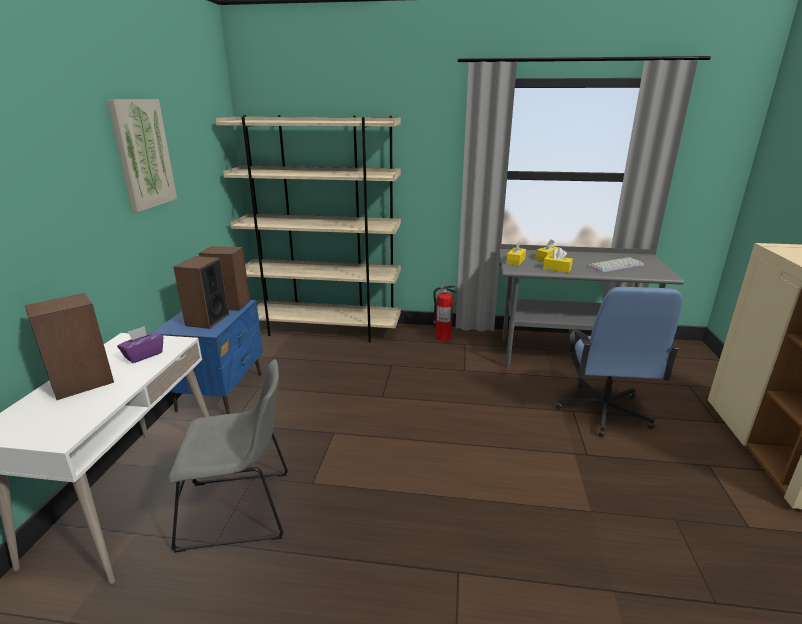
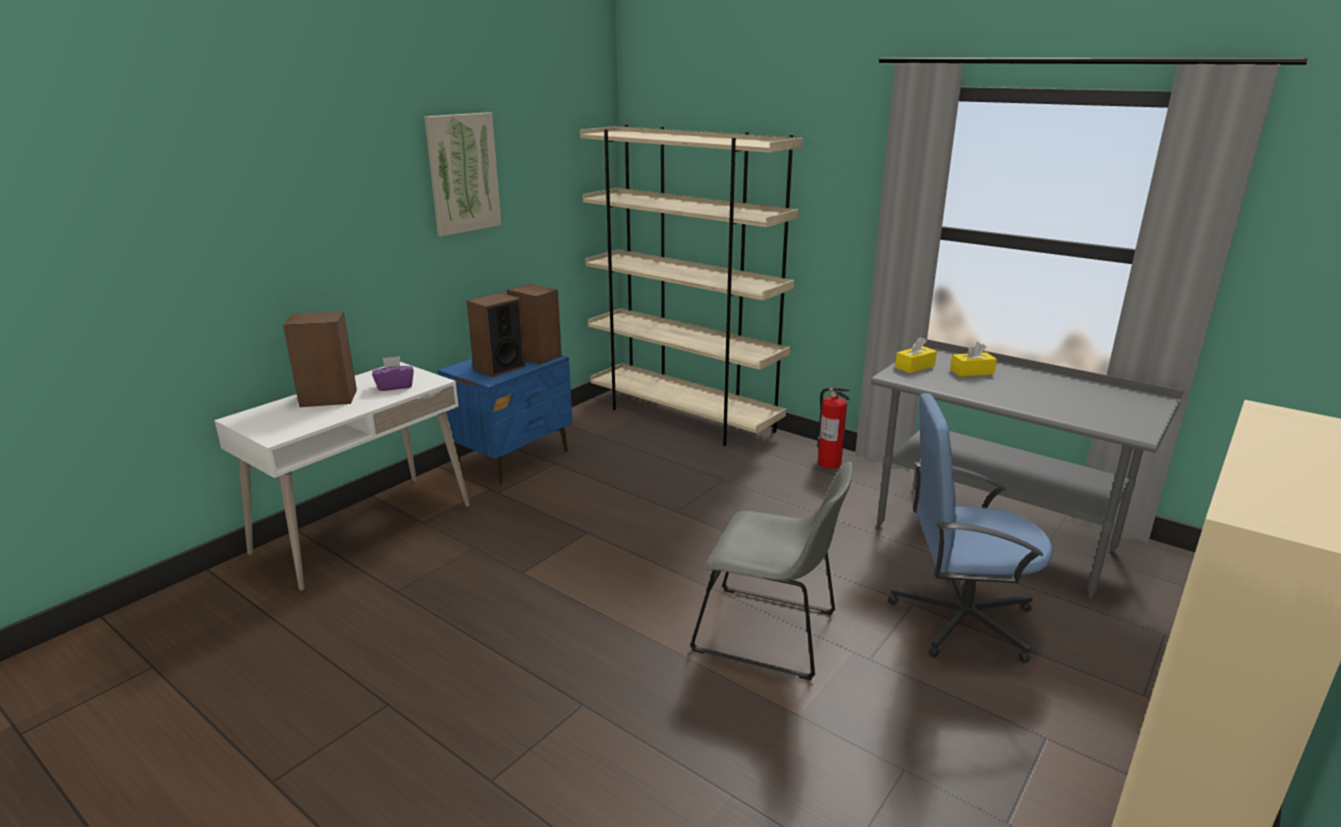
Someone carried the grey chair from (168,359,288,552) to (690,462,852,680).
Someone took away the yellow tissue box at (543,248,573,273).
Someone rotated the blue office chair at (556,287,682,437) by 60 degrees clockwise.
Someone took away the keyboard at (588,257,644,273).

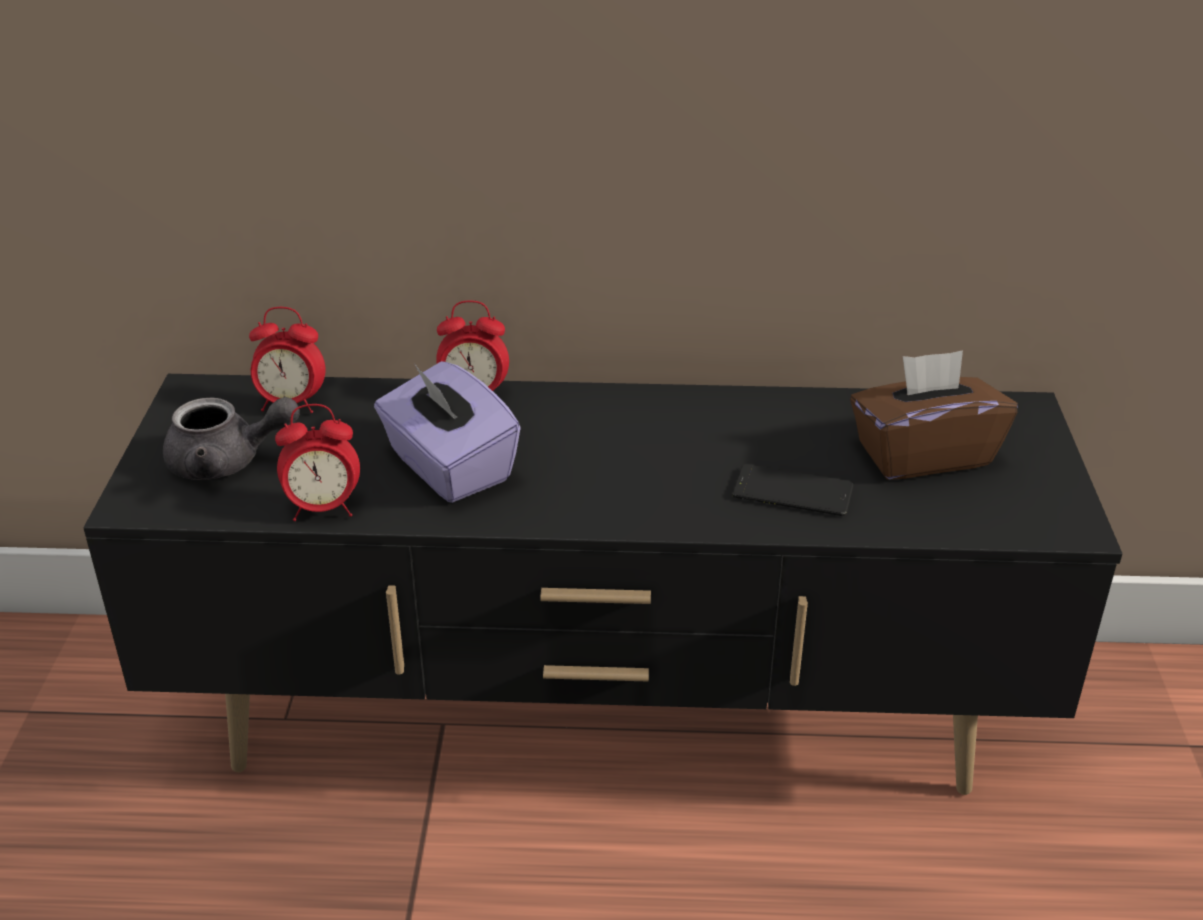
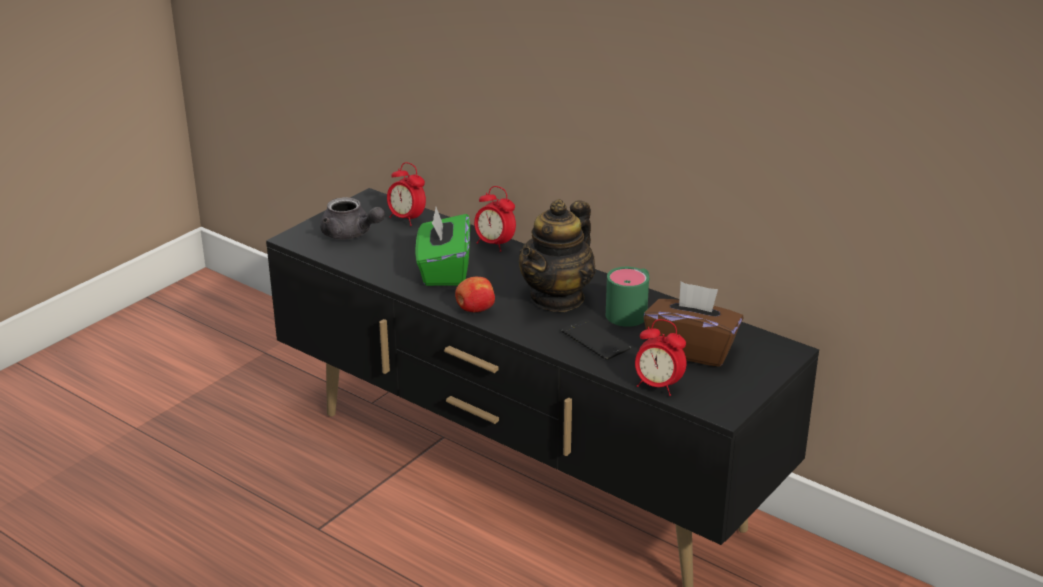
Someone carried the alarm clock from (275,404,360,521) to (635,319,686,396).
Someone repainted the purple tissue box at (374,361,521,503), which became the green tissue box at (416,207,470,286).
Someone put down the apple at (455,277,495,313).
Someone put down the teapot at (519,199,596,312).
Someone put down the green mug at (606,267,649,327).

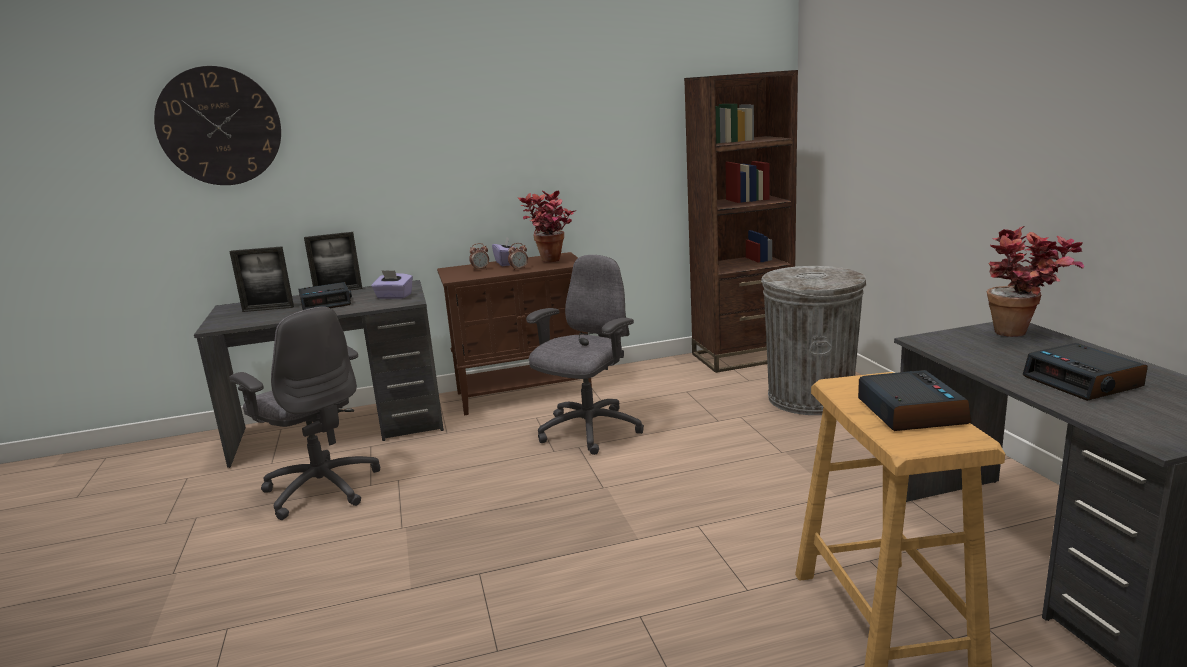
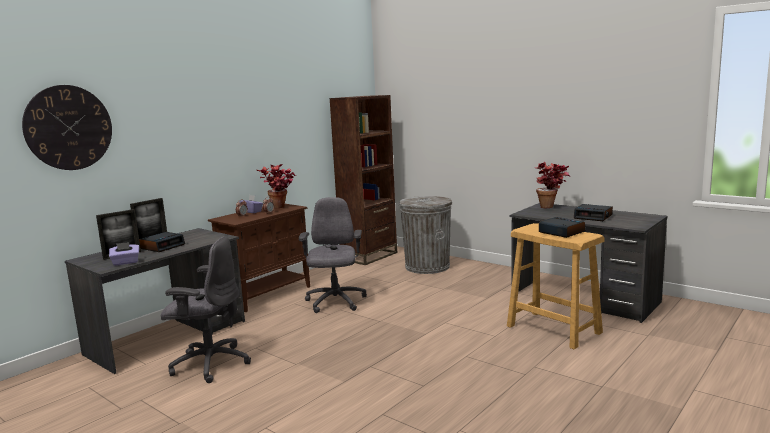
Someone carried the purple tissue box from (371,270,413,299) to (109,242,139,266).

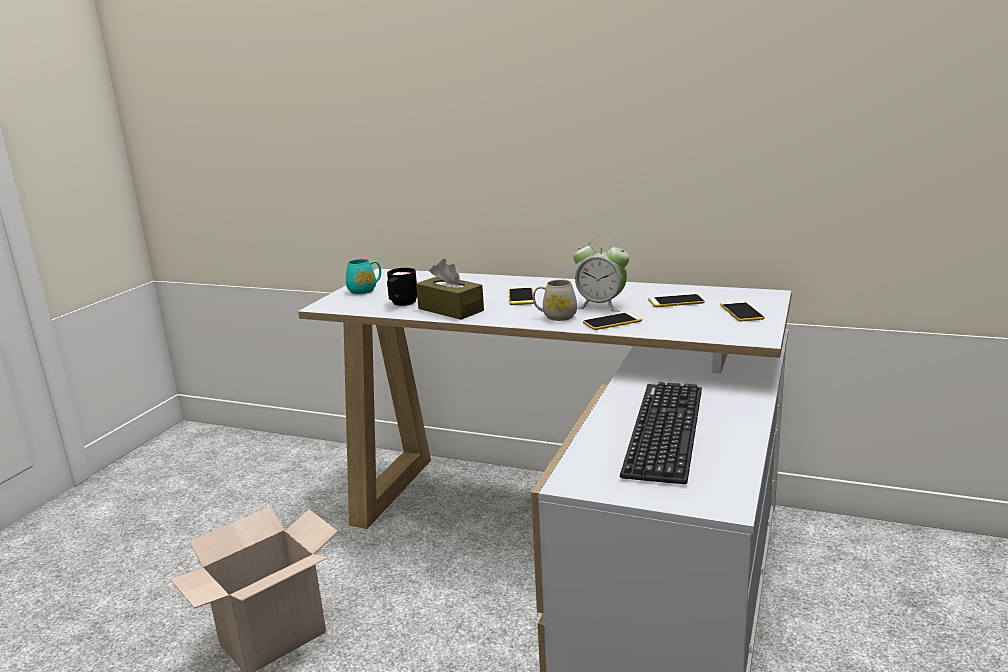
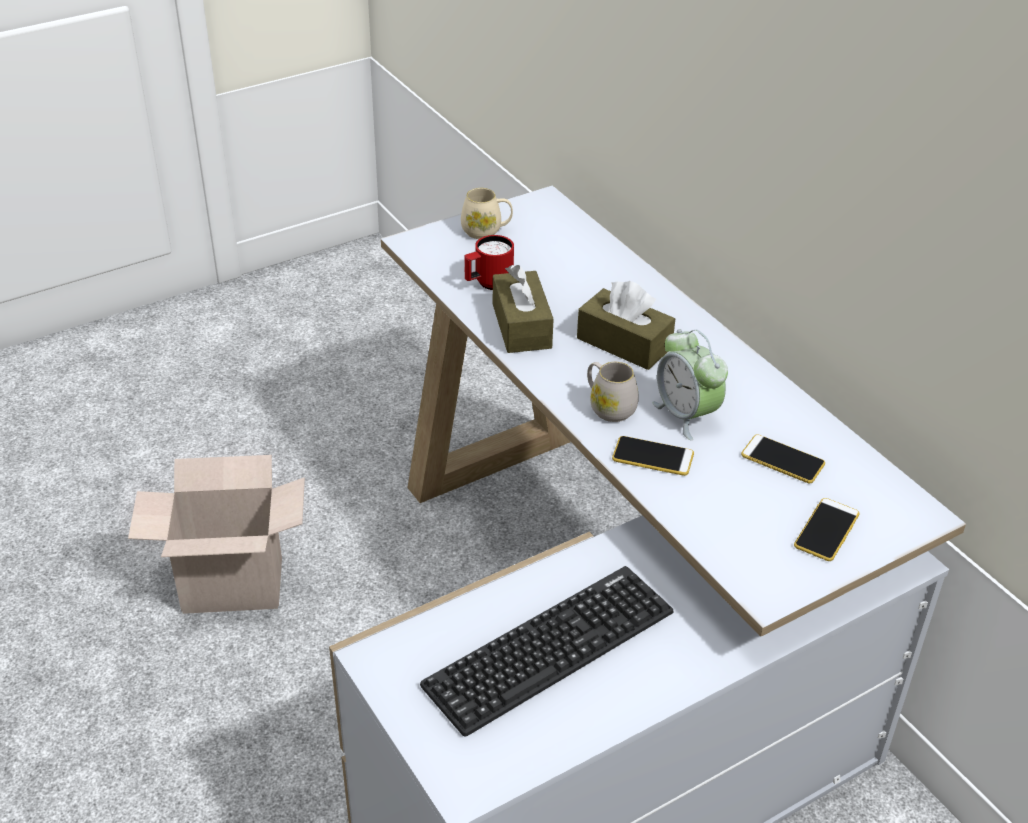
Someone repainted the turquoise mug at (346,259,381,294), which became the beige mug at (461,188,513,239).
Someone repainted the black mug at (387,268,417,306), which became the red mug at (464,235,514,290).
Someone swapped the phone at (509,288,534,305) for the brown tissue box at (577,281,675,370).

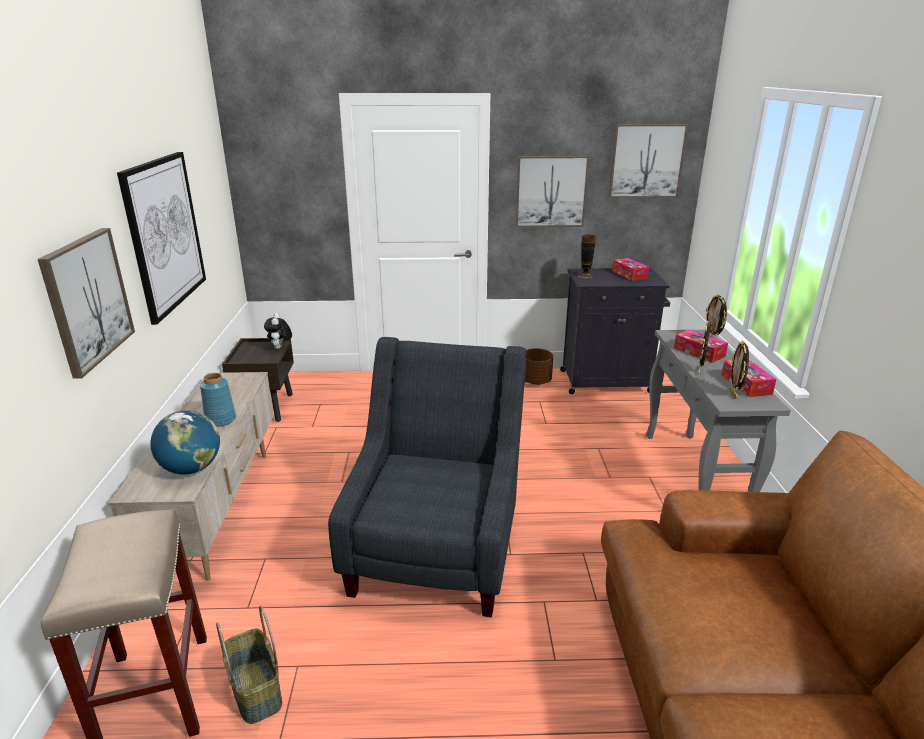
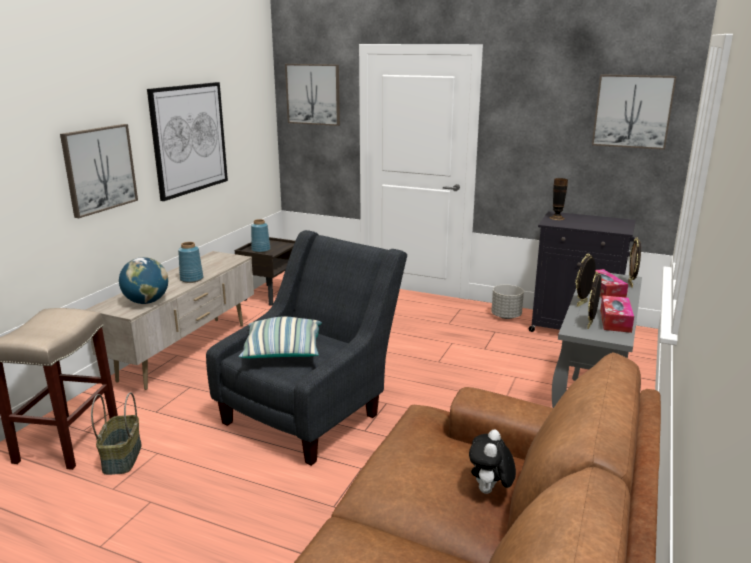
Someone carried the plush toy from (264,313,292,349) to (469,430,516,494).
Someone carried the picture from (516,156,589,227) to (285,64,340,126).
Someone repainted the brown planter at (525,348,553,385), which became the grey planter at (491,285,524,319).
Someone took away the tissue box at (612,258,649,281).
Someone put down the pillow at (239,316,322,358).
Someone put down the blue vase at (251,219,270,253).

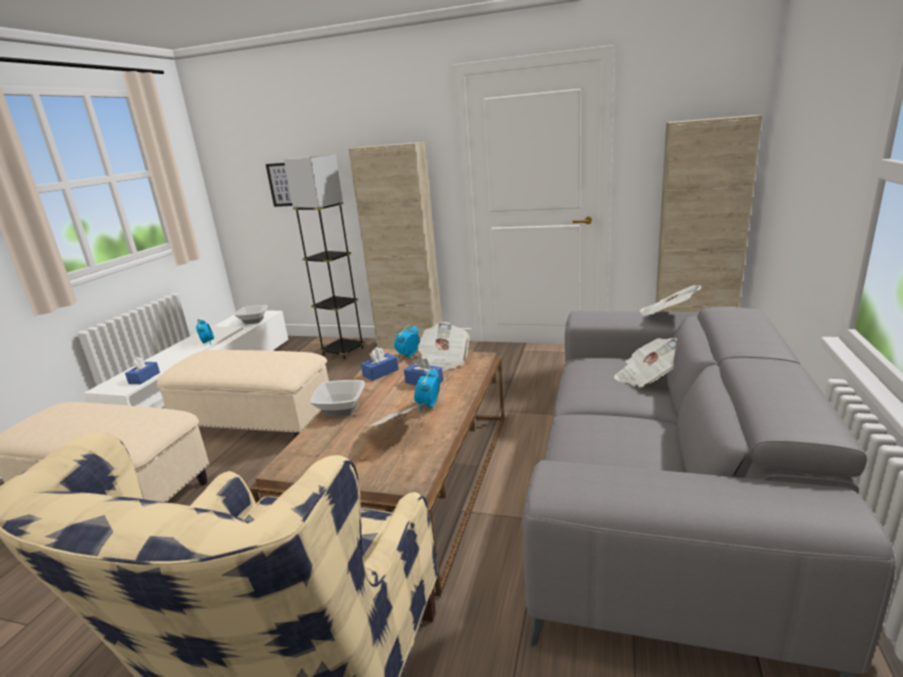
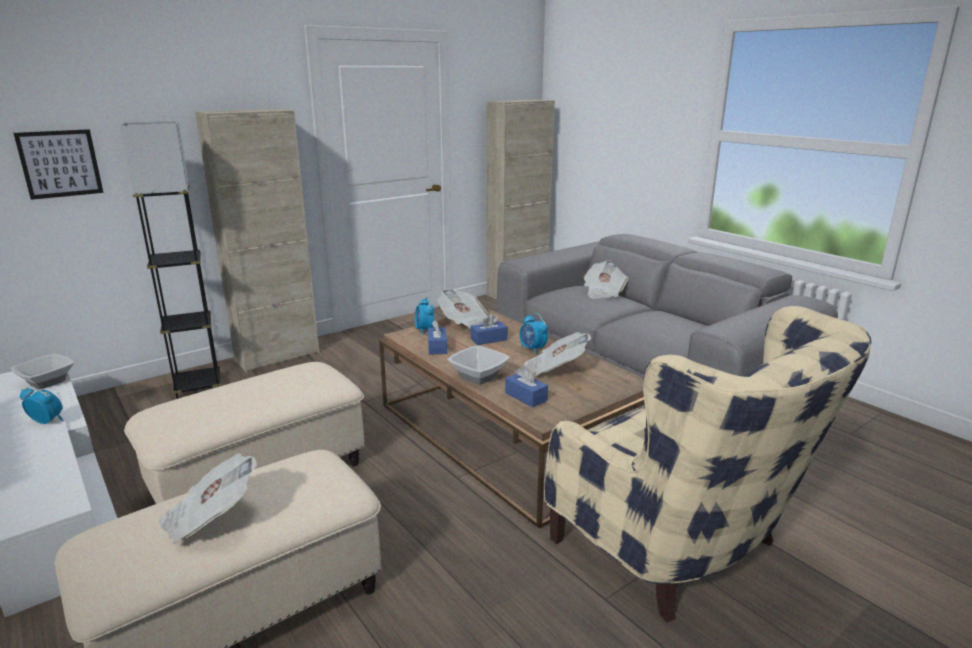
Someone carried the blue tissue box from (125,357,160,384) to (505,366,548,408).
Someone carried the newspaper from (640,285,701,317) to (159,453,257,545).

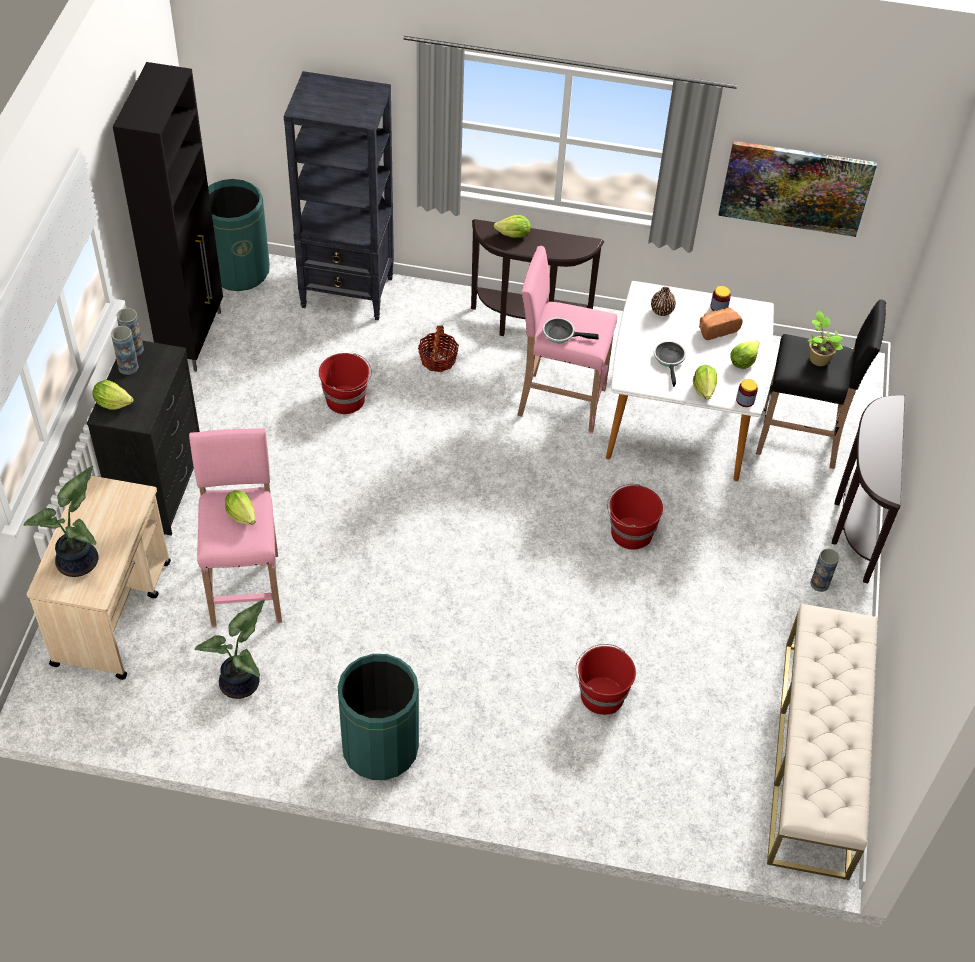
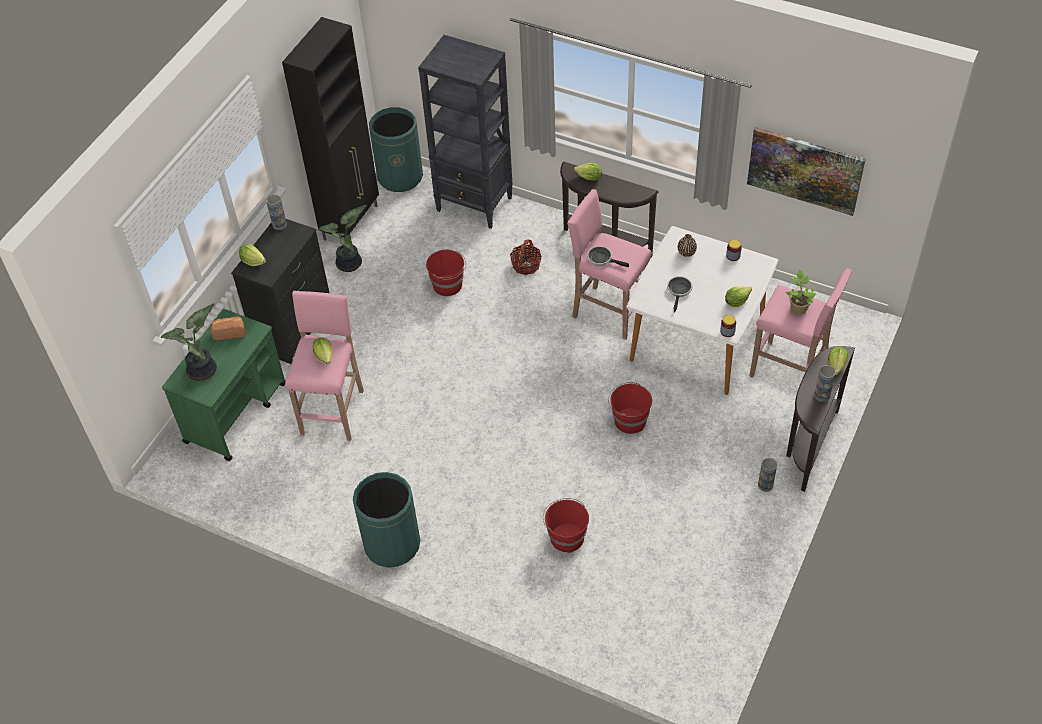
Someone repainted the beige cart at (26,475,171,680), which became the green cart at (162,309,286,461).
Someone carried the vase from (111,326,139,375) to (814,365,836,402).
Someone carried the potted plant from (194,599,265,699) to (318,205,367,272).
Someone carried the lettuce from (693,365,717,400) to (827,346,848,375).
Someone carried the bread from (699,308,742,340) to (211,317,246,340).
Someone repainted the black stool at (756,299,886,469), which became the pink stool at (750,268,852,378).
Someone took away the beige bench at (767,604,878,880).

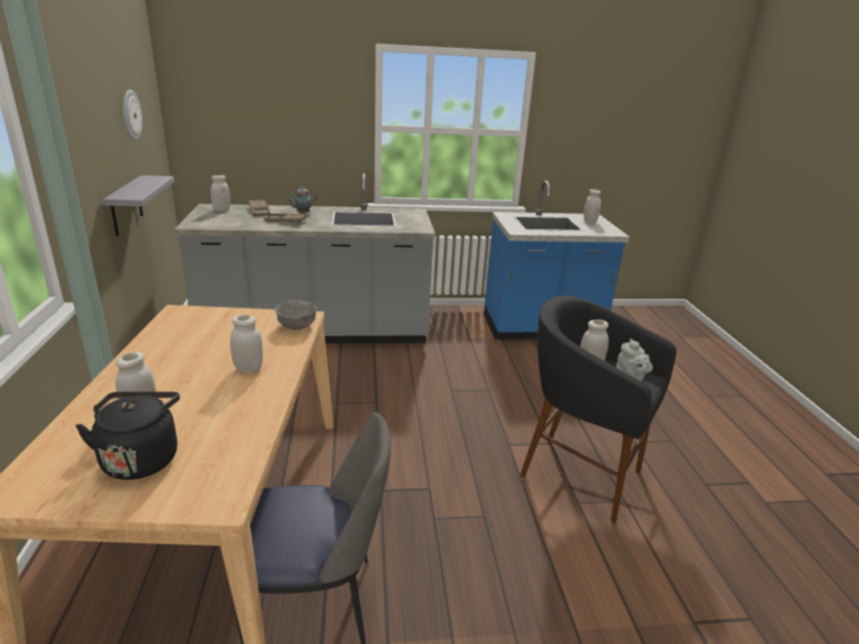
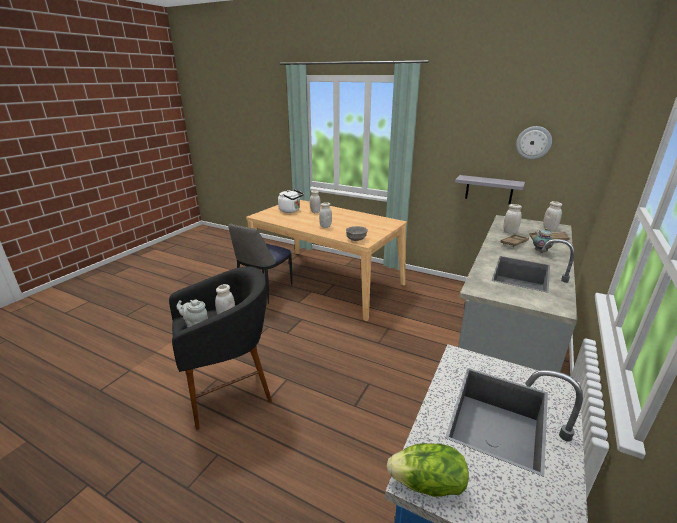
Someone repainted the black kettle at (76,392,180,480), which became the white kettle at (278,189,304,213).
Someone carried the white jar from (584,189,601,224) to (503,204,522,234).
Someone put down the lettuce at (387,443,469,497).

